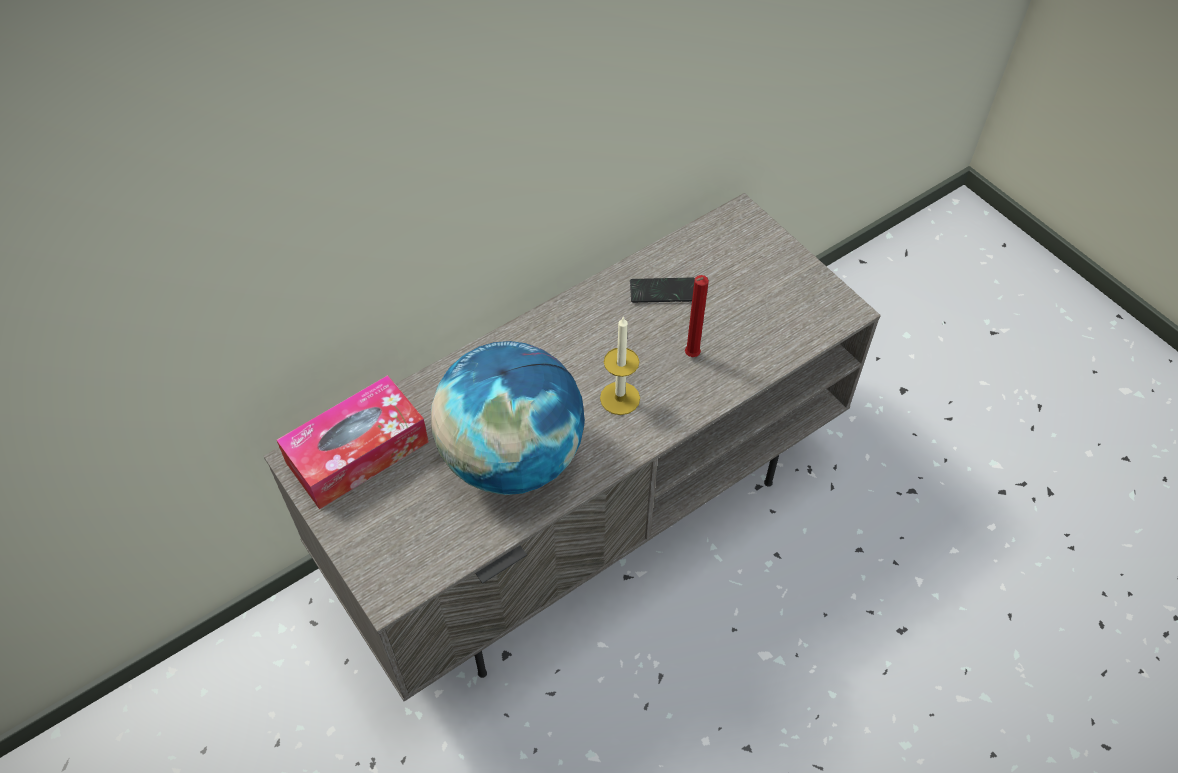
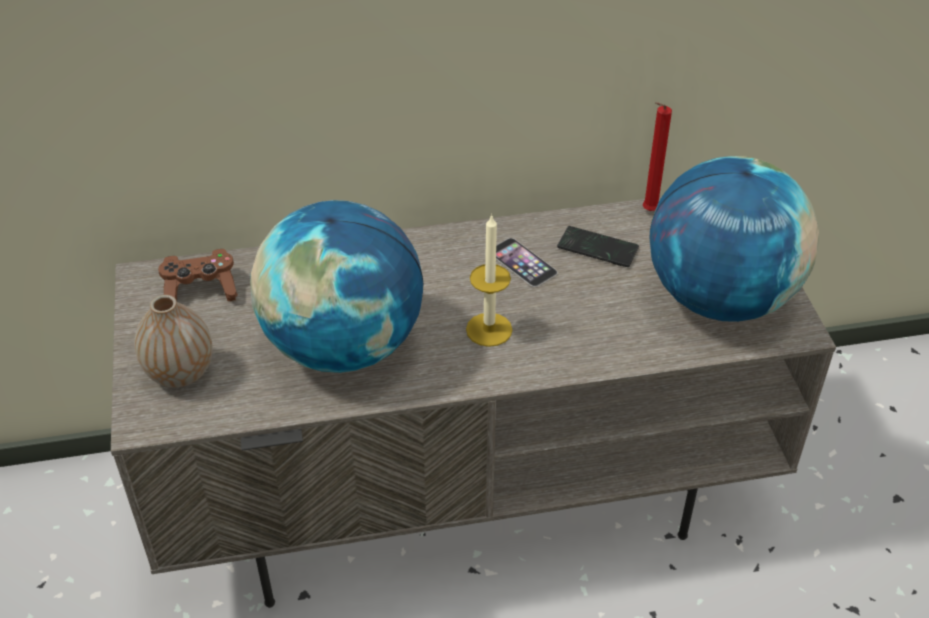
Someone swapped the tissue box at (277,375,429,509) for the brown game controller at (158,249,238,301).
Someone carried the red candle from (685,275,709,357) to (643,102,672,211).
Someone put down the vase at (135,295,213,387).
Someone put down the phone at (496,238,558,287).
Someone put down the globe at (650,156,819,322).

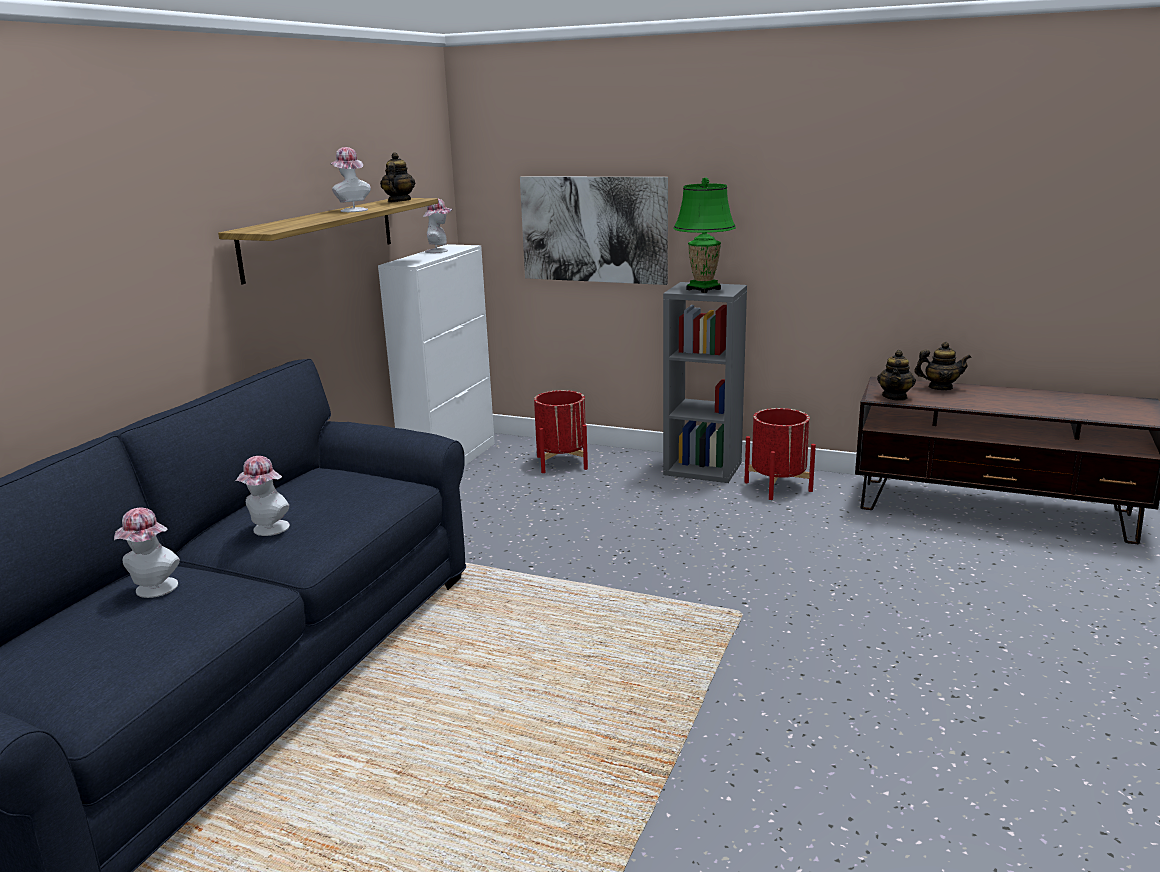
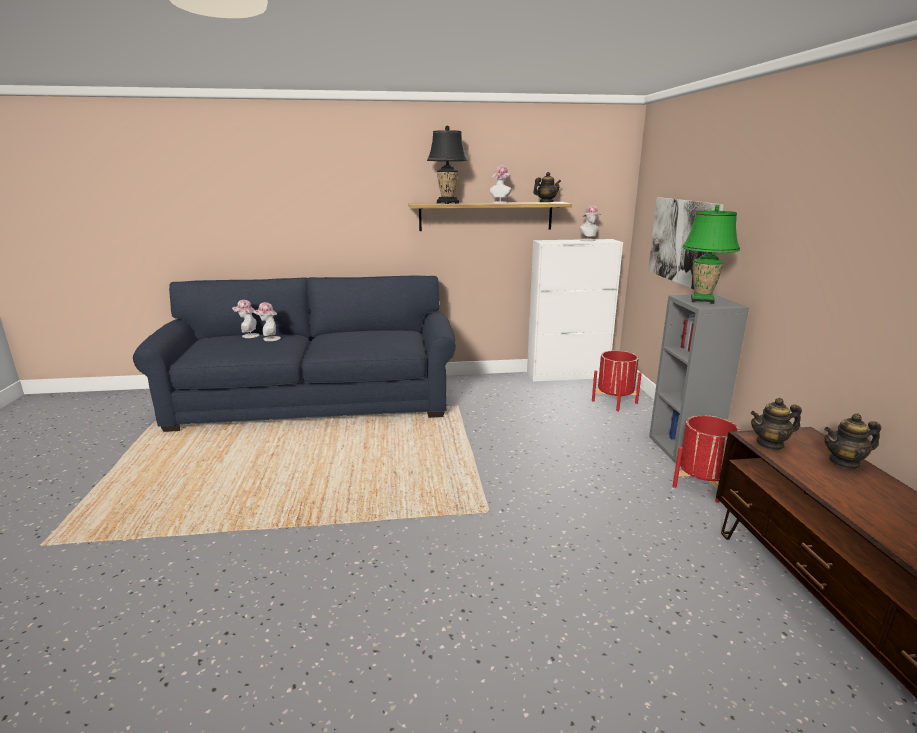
Someone carried the hat from (235,456,290,536) to (232,300,259,338).
Someone rotated the teapot at (914,342,972,390) by 105 degrees clockwise.
Someone put down the black table lamp at (427,126,468,204).

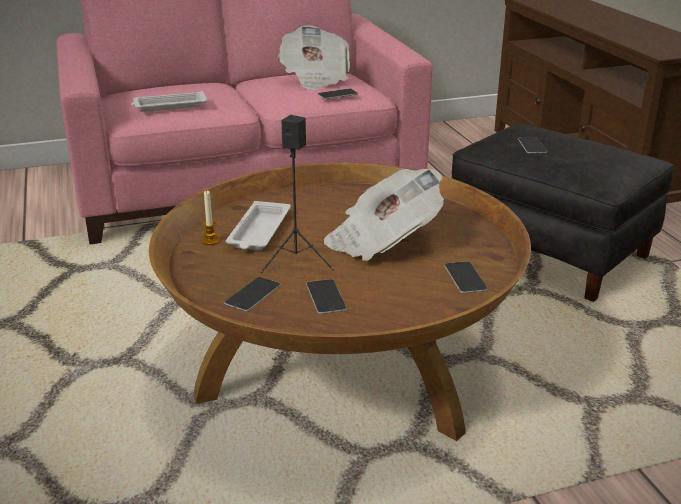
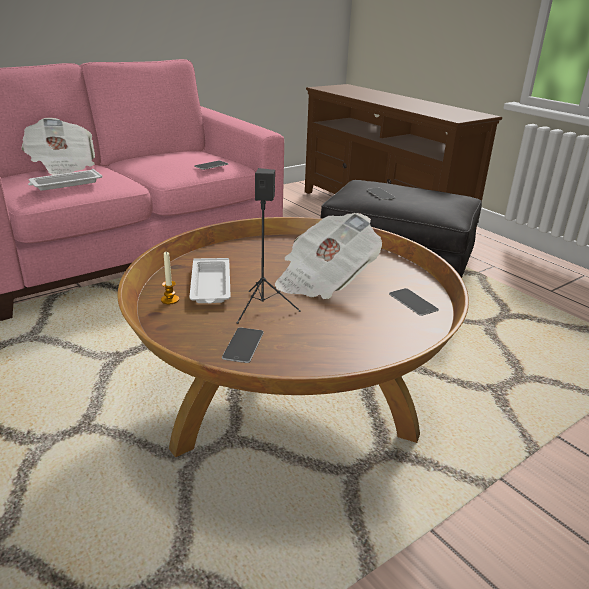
Someone carried the newspaper from (278,25,350,90) to (21,118,95,175).
Someone took away the phone at (306,279,347,314).

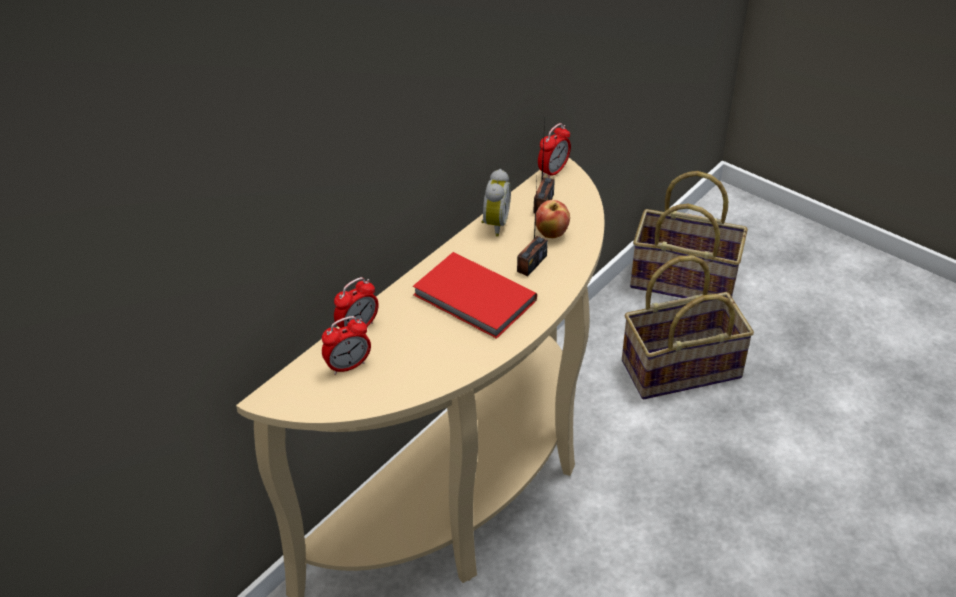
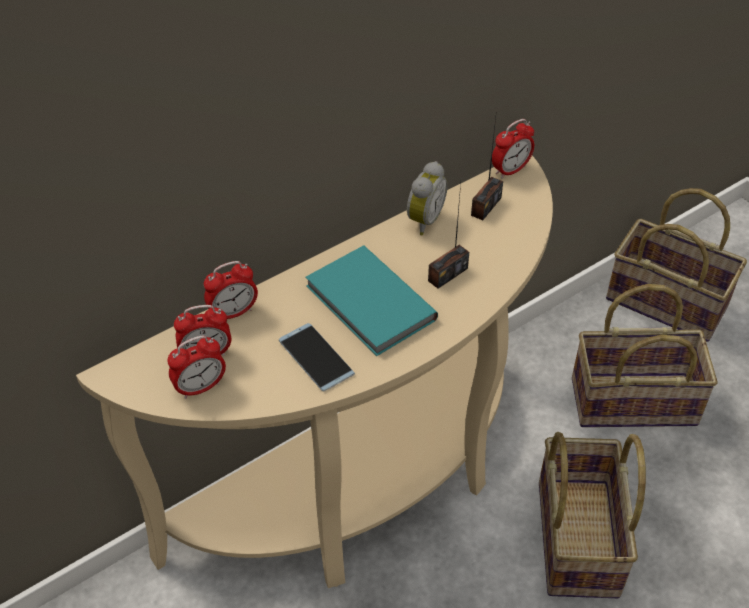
Someone repainted the red book at (413,252,537,339), which became the turquoise book at (306,246,438,356).
Someone took away the apple at (536,200,570,238).
Someone put down the alarm clock at (167,336,226,399).
Someone put down the phone at (279,323,355,391).
Someone put down the basket at (539,432,646,598).

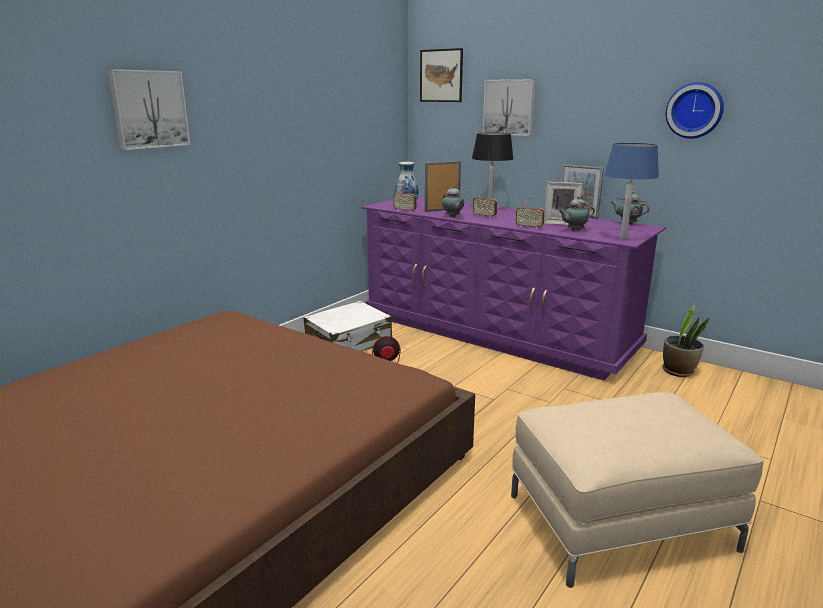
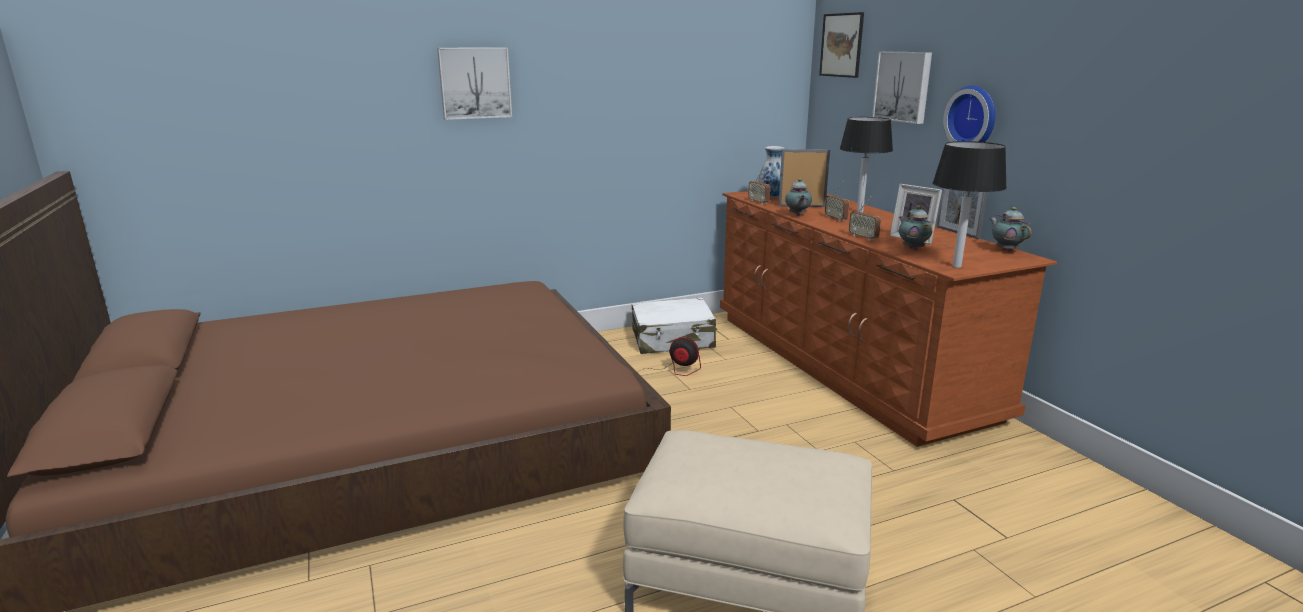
Someone repainted the purple dresser at (361,196,666,381), which became the brown dresser at (720,191,1057,447).
Someone rotated the teapot at (558,196,595,231) by 60 degrees clockwise.
Someone repainted the blue table lamp at (604,143,659,239), which became the black table lamp at (933,141,1007,268).
Someone took away the potted plant at (662,305,709,377).
Someone carried the wall clock from (666,82,724,139) to (943,86,995,142).

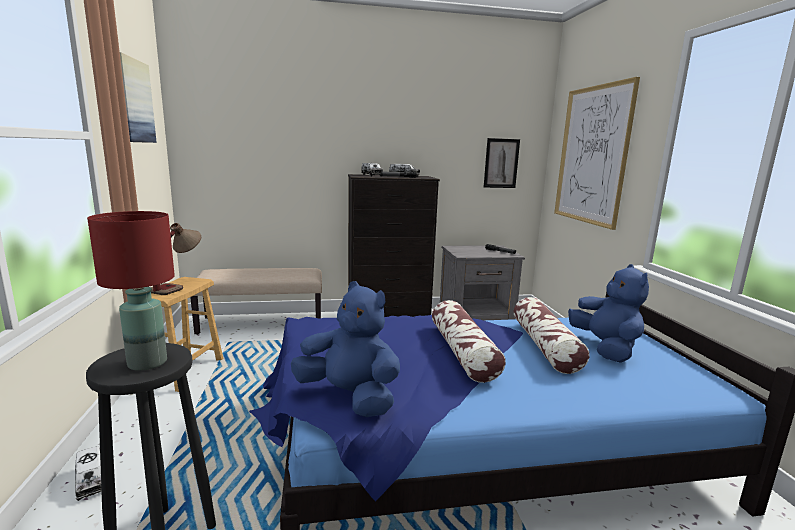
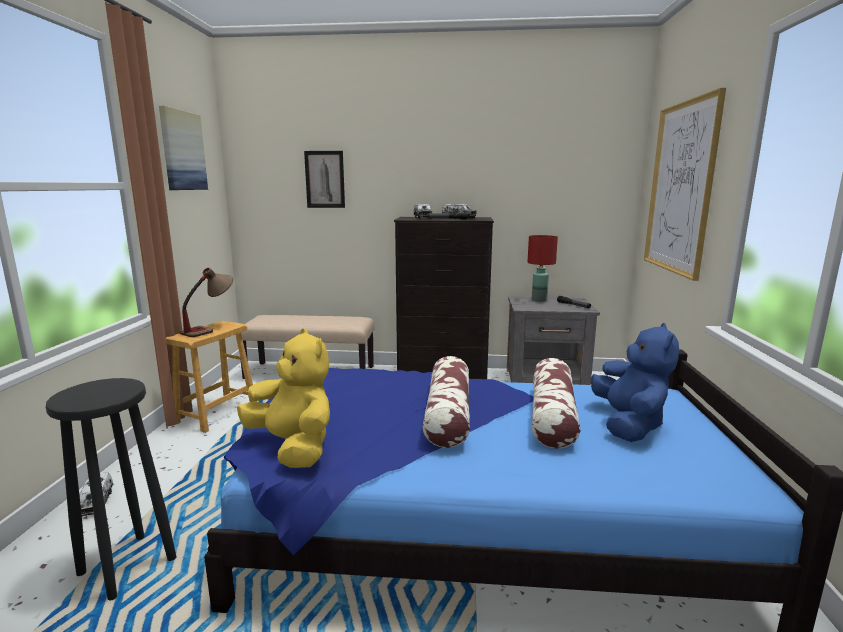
Someone carried the red table lamp from (87,211,175,371) to (528,235,558,302).
Someone repainted the blue plush toy at (291,281,400,417), which became the yellow plush toy at (237,328,330,468).
Someone carried the picture from (484,138,520,188) to (304,151,345,208).

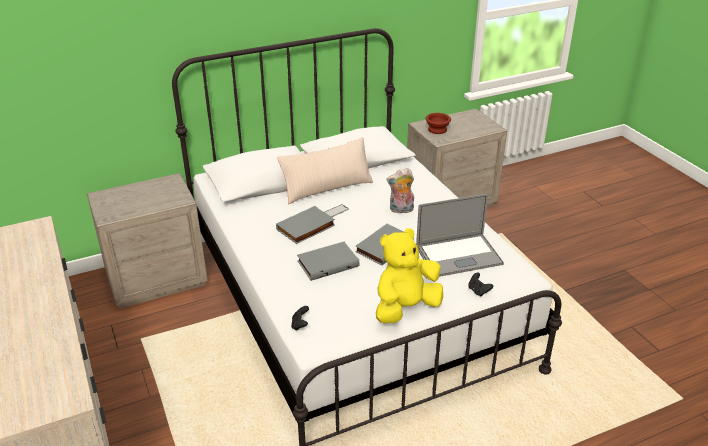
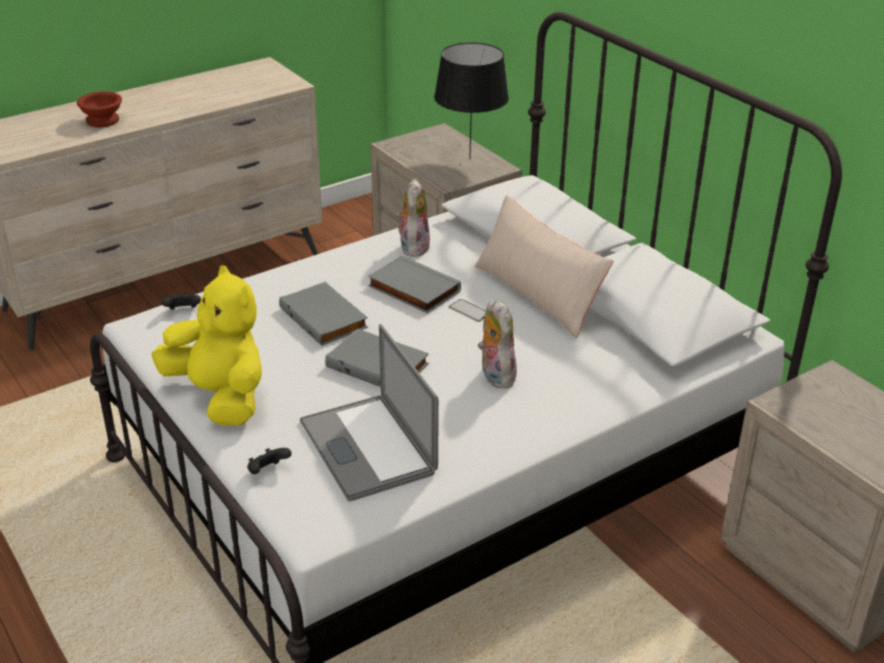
Someone carried the brown bowl from (426,113,451,134) to (77,91,122,127).
Someone put down the plush toy at (396,179,430,257).
Someone put down the black table lamp at (434,43,509,159).

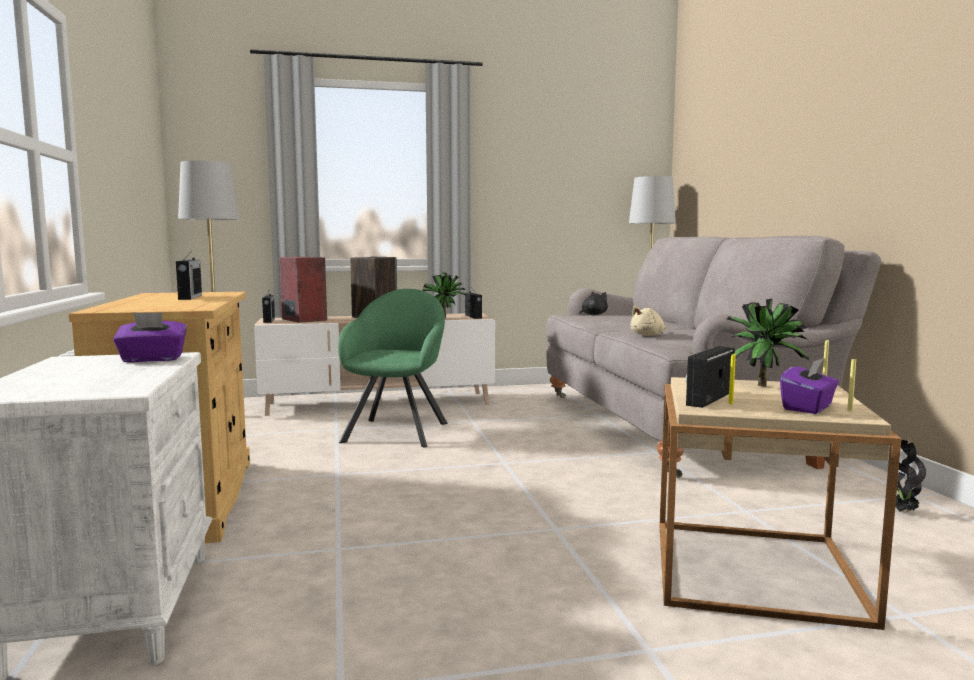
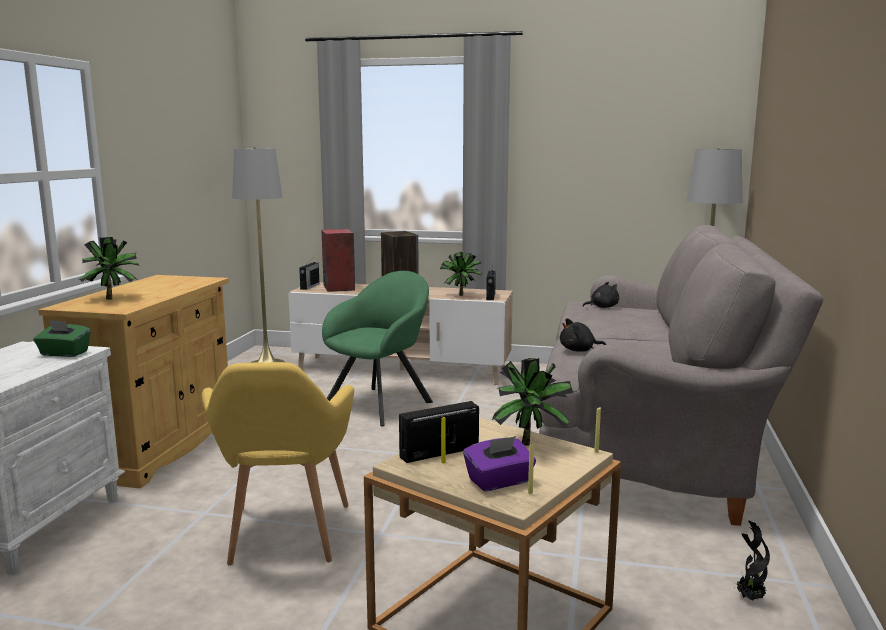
Someone repainted the purple tissue box at (113,312,187,362), which became the green tissue box at (33,320,91,357).
Someone took away the radio at (176,249,202,300).
Someone repainted the beige plush toy at (630,306,667,336), which became the black plush toy at (560,318,606,352).
Someone put down the potted plant at (78,237,140,300).
Someone put down the yellow armchair at (202,362,354,566).

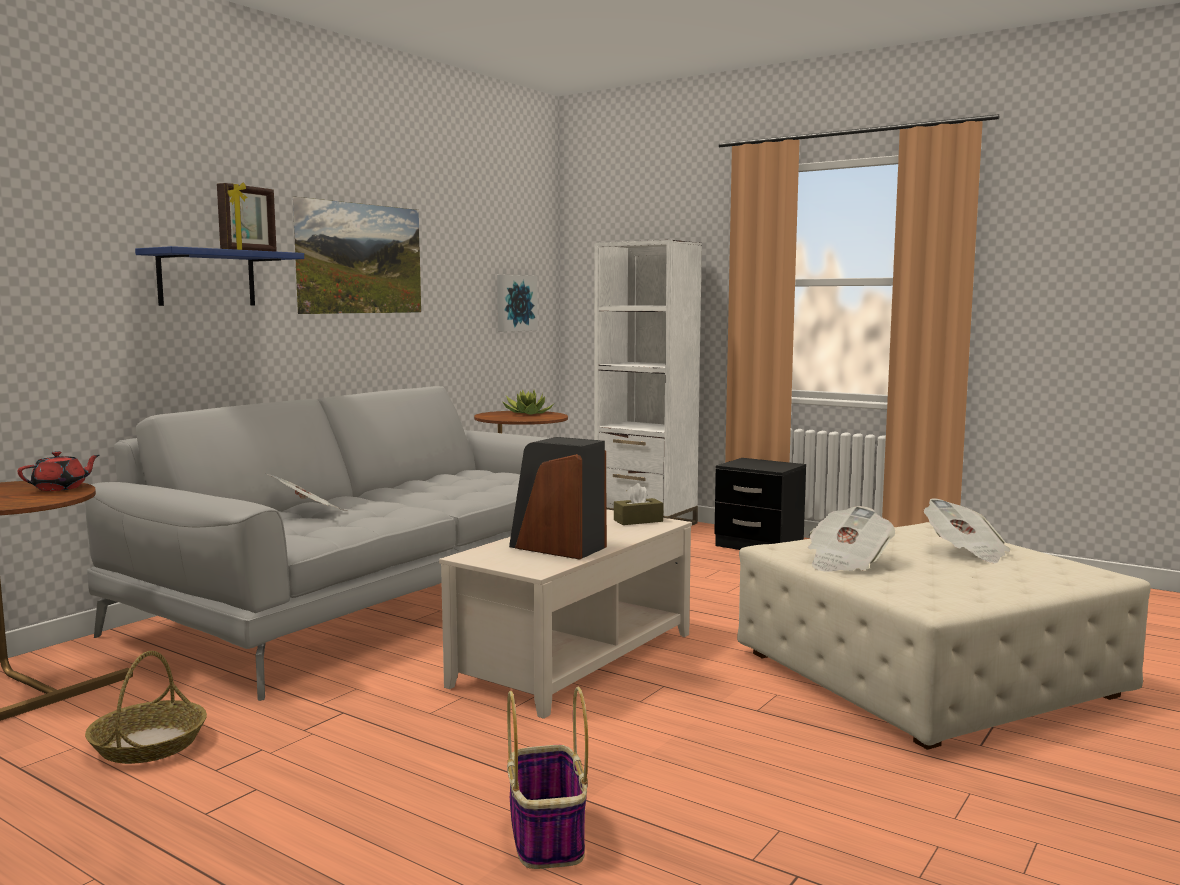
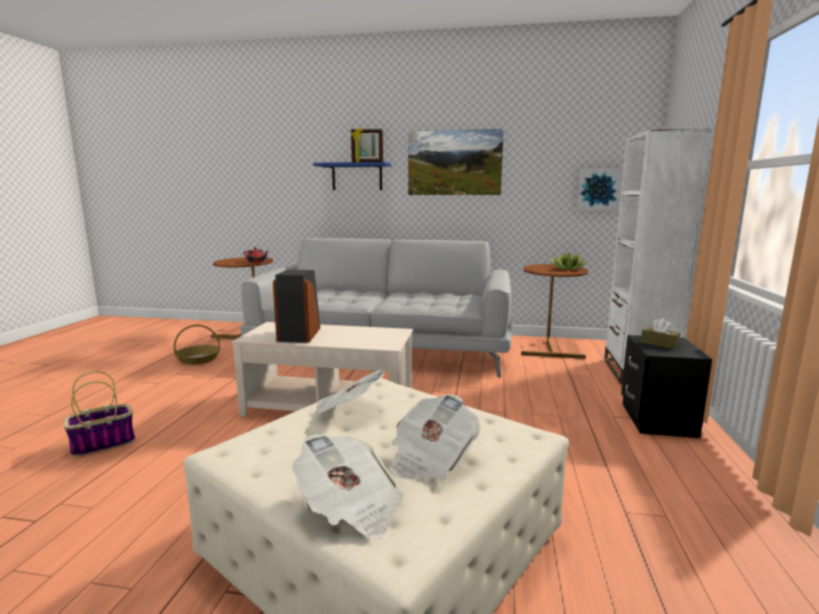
Someone carried the newspaper from (268,474,348,511) to (292,434,403,541).
Someone carried the brown tissue box from (614,483,663,525) to (641,318,680,349).

